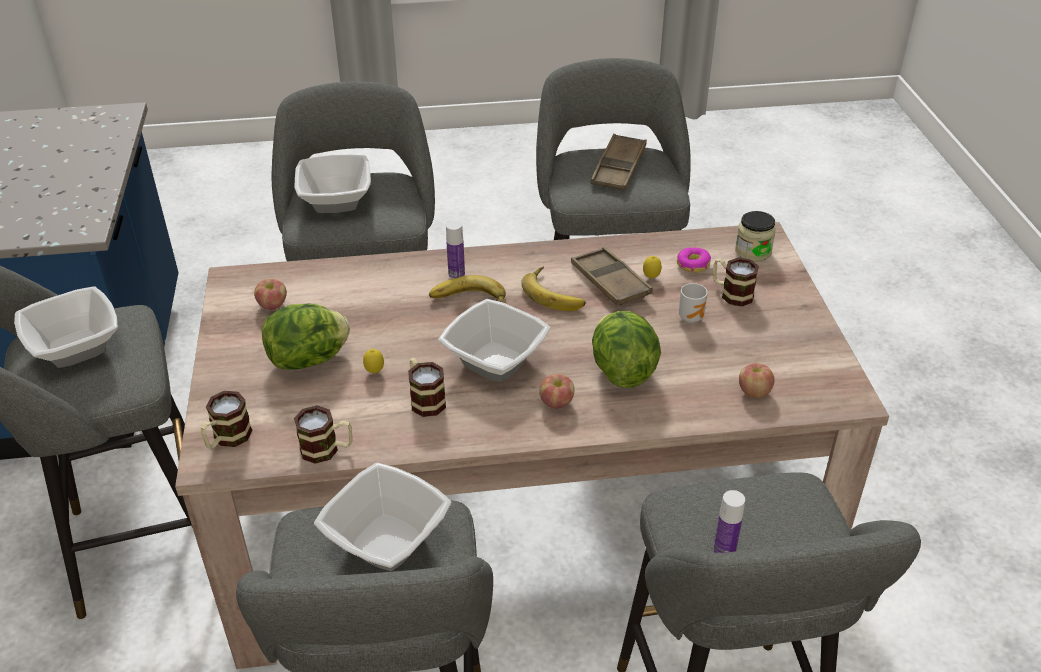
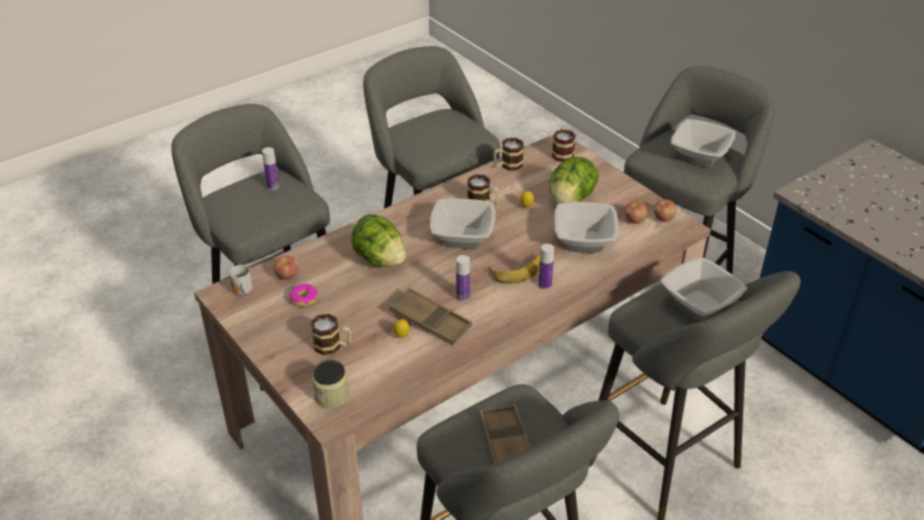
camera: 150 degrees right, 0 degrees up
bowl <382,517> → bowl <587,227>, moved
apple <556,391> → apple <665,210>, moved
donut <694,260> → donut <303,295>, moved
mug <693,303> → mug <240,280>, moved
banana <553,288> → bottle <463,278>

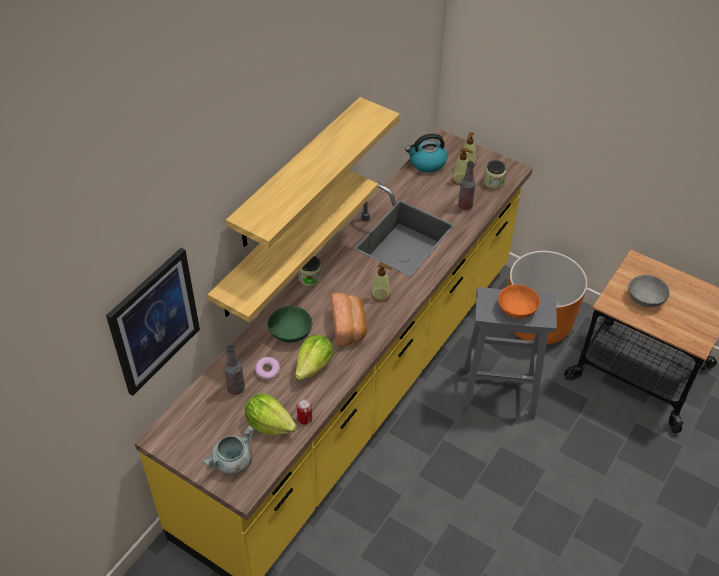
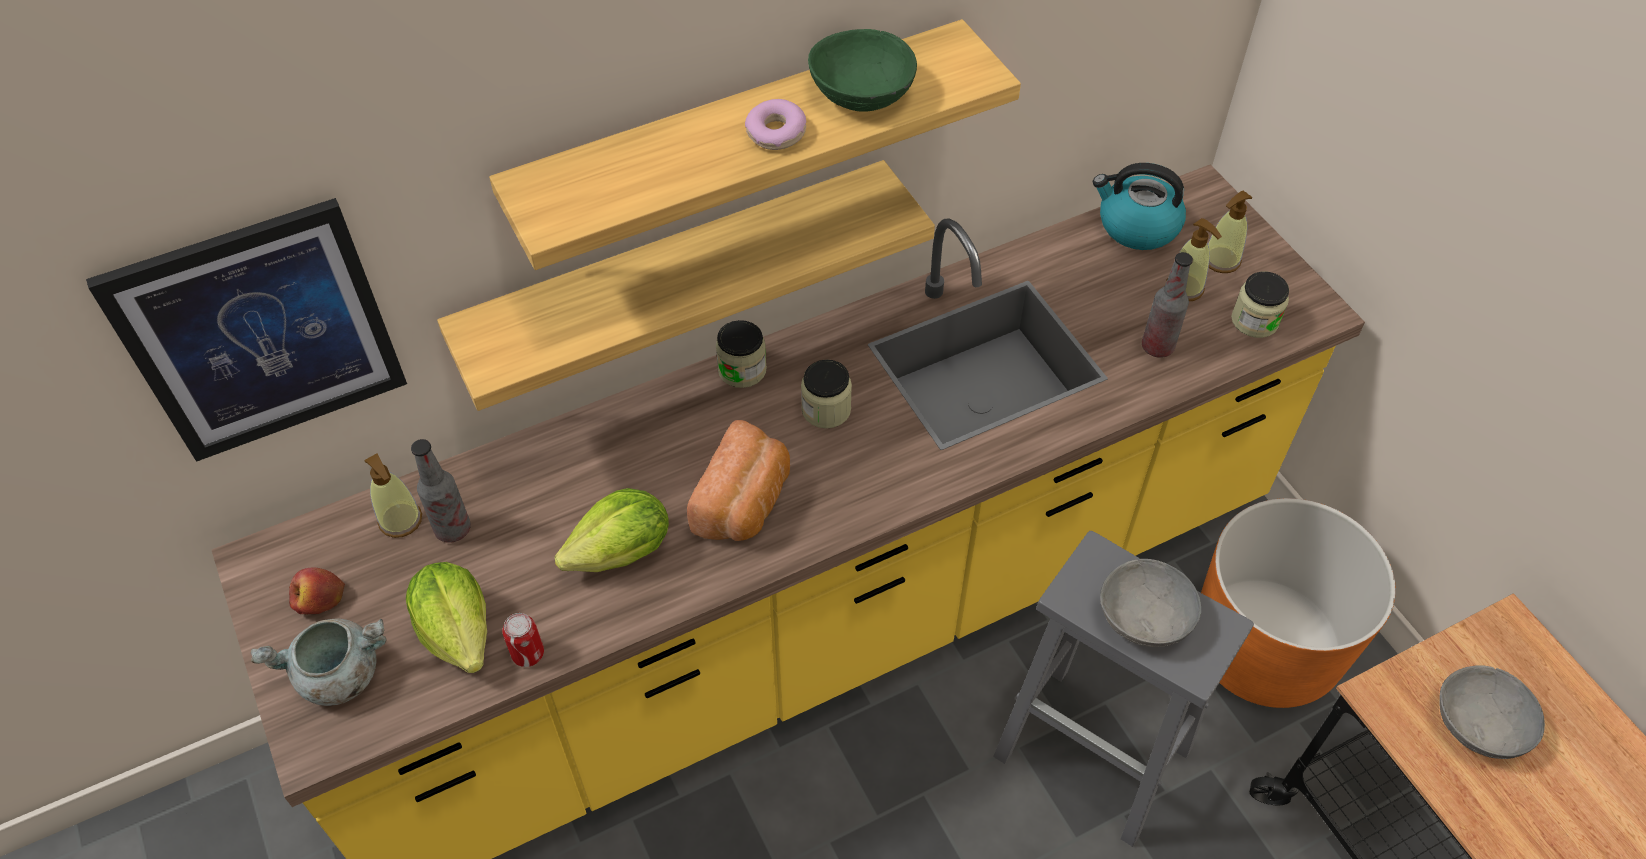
camera: 30 degrees right, 5 degrees up
- → apple <317,591>
- → jar <826,394>
donut <267,368> → donut <775,124>, moved
green bowl <290,324> → green bowl <862,70>, moved
soap dispenser <381,282> → soap dispenser <393,495>, moved
orange bowl <519,301> → grey bowl <1150,603>

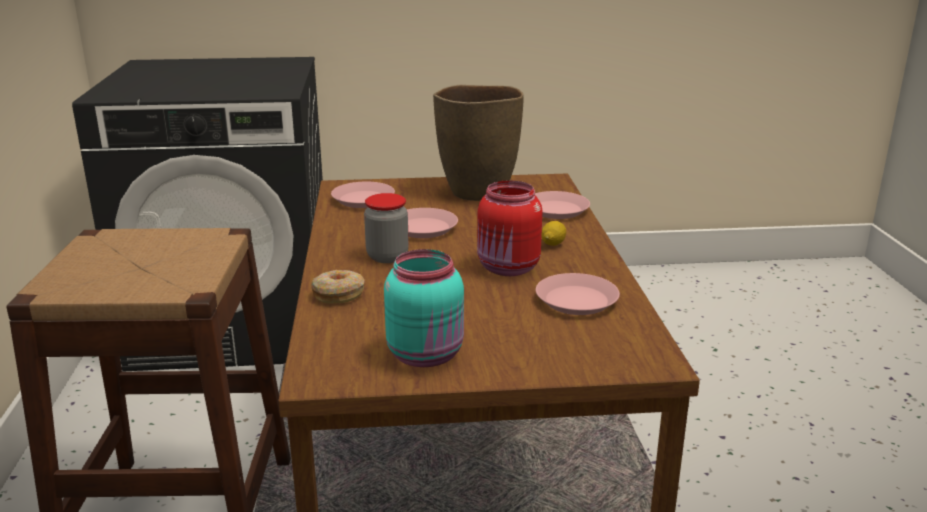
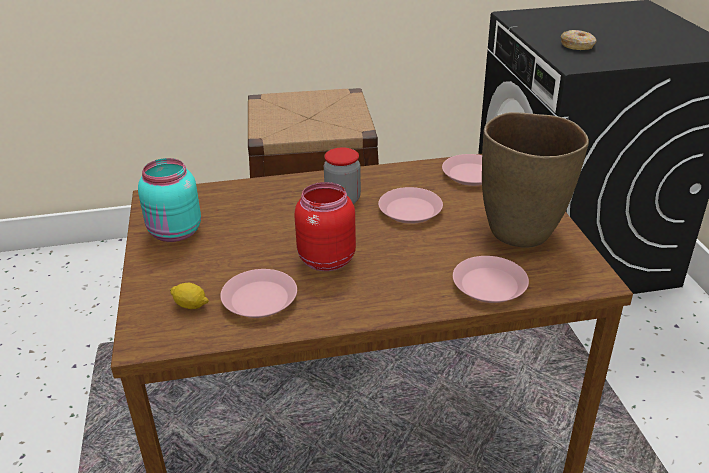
camera: 85 degrees right, 10 degrees up
donut <338,286> → donut <579,40>, moved
lemon <554,233> → lemon <189,295>, moved

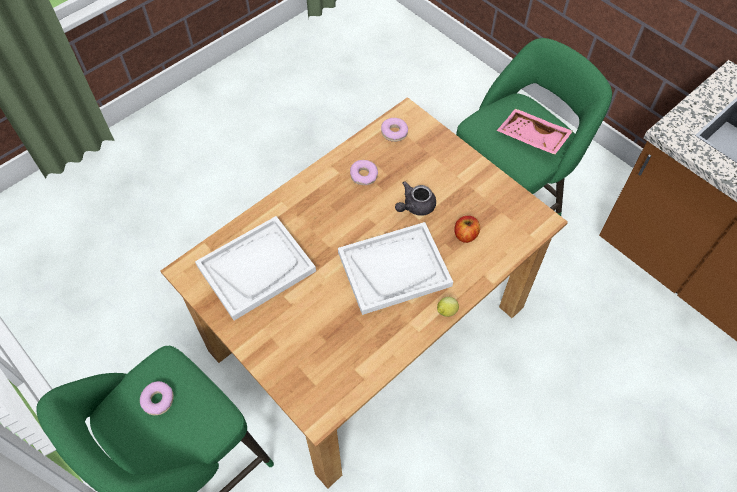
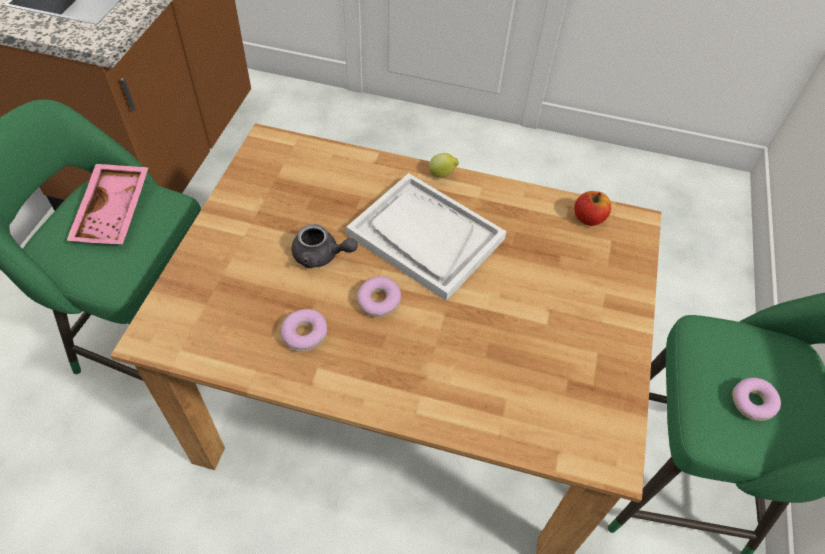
camera: 125 degrees left, 5 degrees down
white tray <255,268> → -
donut <394,130> → donut <379,296>, moved
apple <467,229> → apple <592,208>, moved

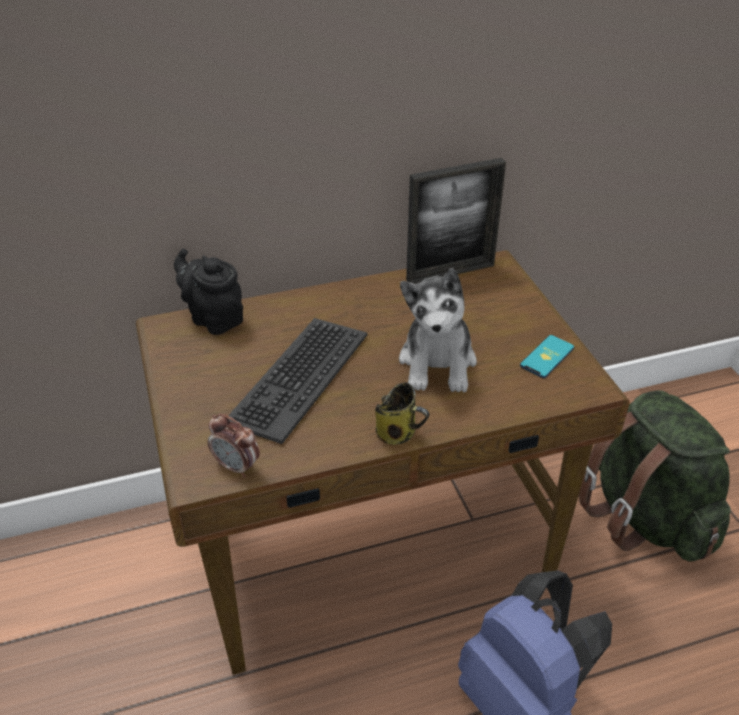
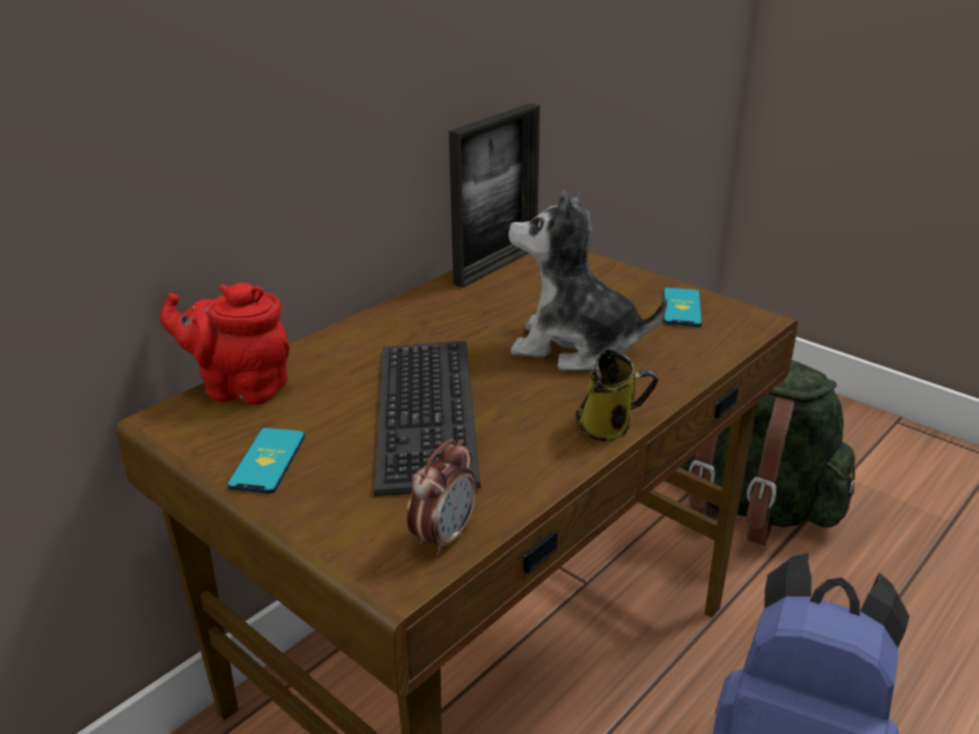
camera: 30 degrees left, 10 degrees down
- → phone <266,461>
black teapot <208,292> → red teapot <225,344>
alarm clock <234,446> → alarm clock <441,497>, 60 degrees counterclockwise
plush toy <438,330> → plush toy <588,281>, 135 degrees clockwise

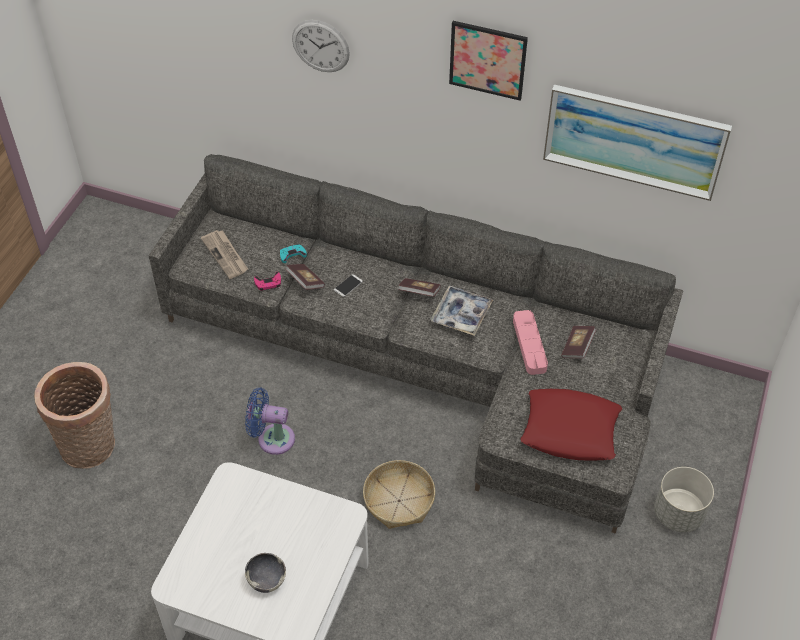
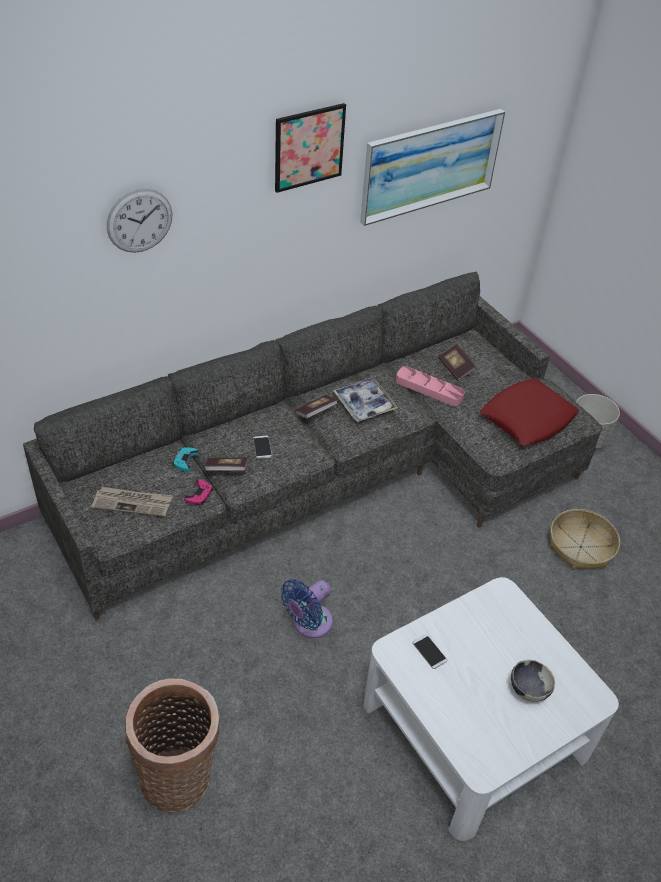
camera: 55 degrees left, 5 degrees down
- → phone <430,652>
basket <399,494> → basket <585,539>, moved

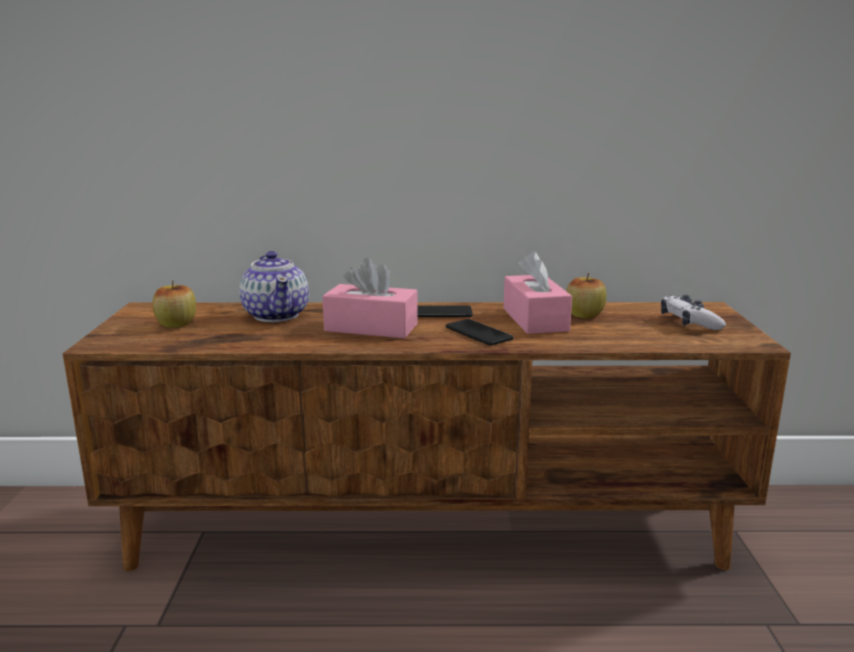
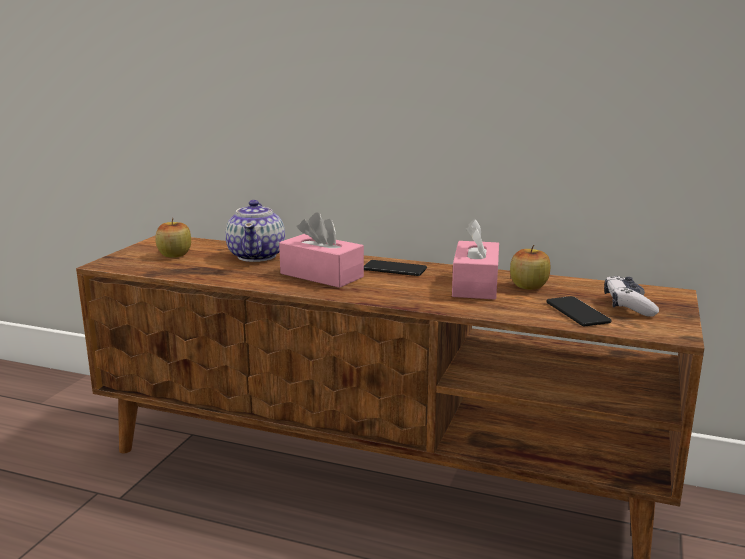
camera: 20 degrees right, 0 degrees up
phone <480,332> → phone <579,311>, moved

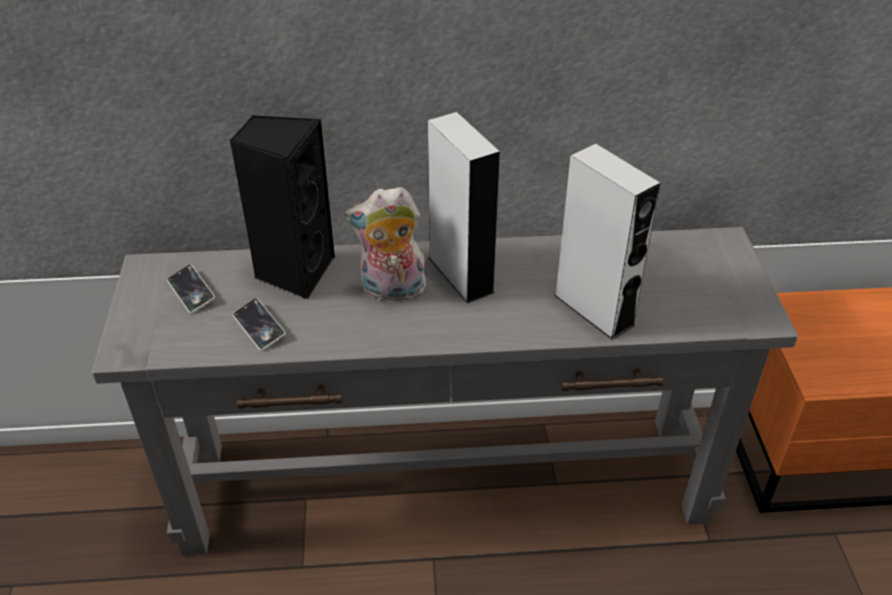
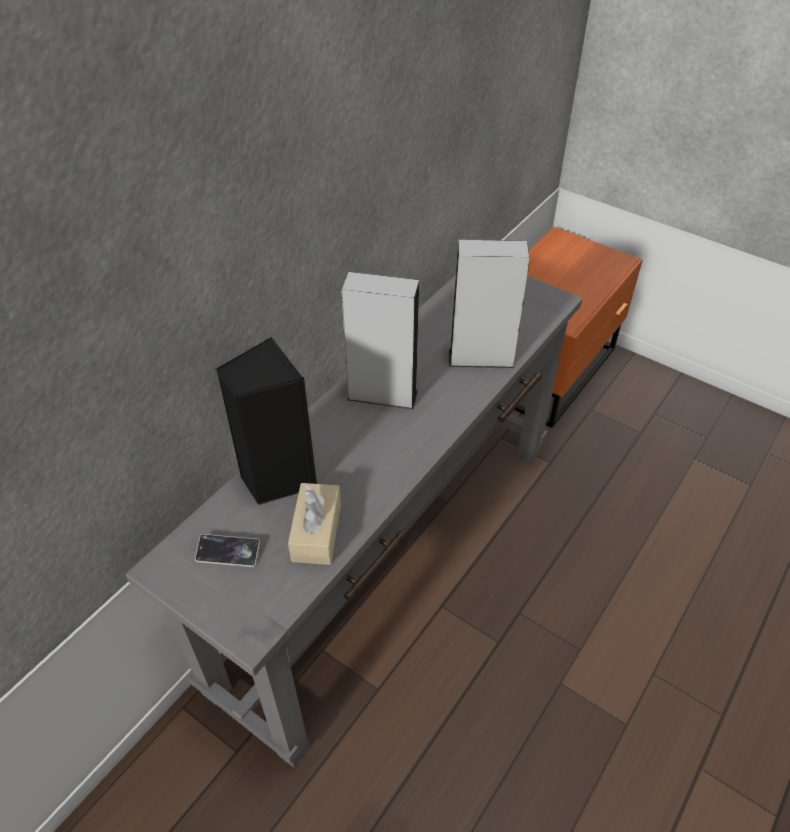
camera: 50 degrees left, 5 degrees up
plush toy <385,244> → -
phone <259,324> → beige tissue box <314,524>

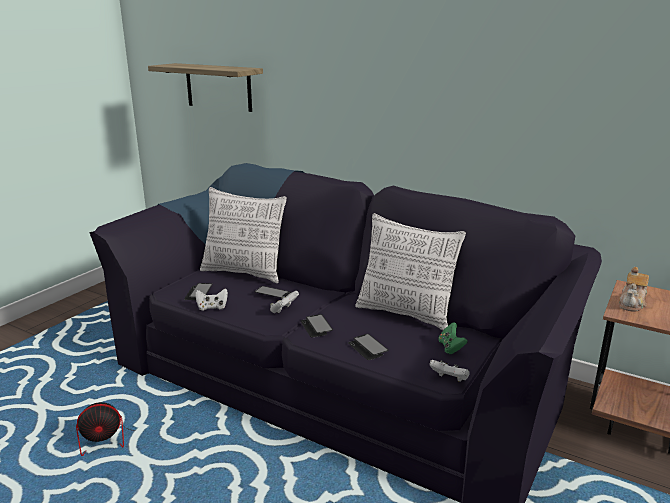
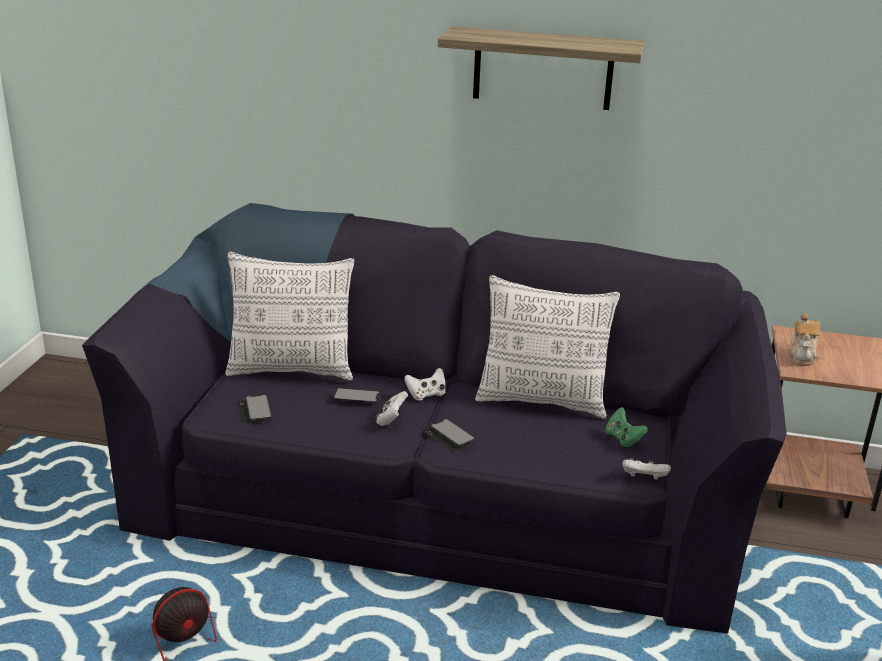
camera: 20 degrees left, 5 degrees up
phone <368,347> → -
shelf <205,87> → shelf <541,68>, moved
white game controller <211,299> → white game controller <424,384>, moved

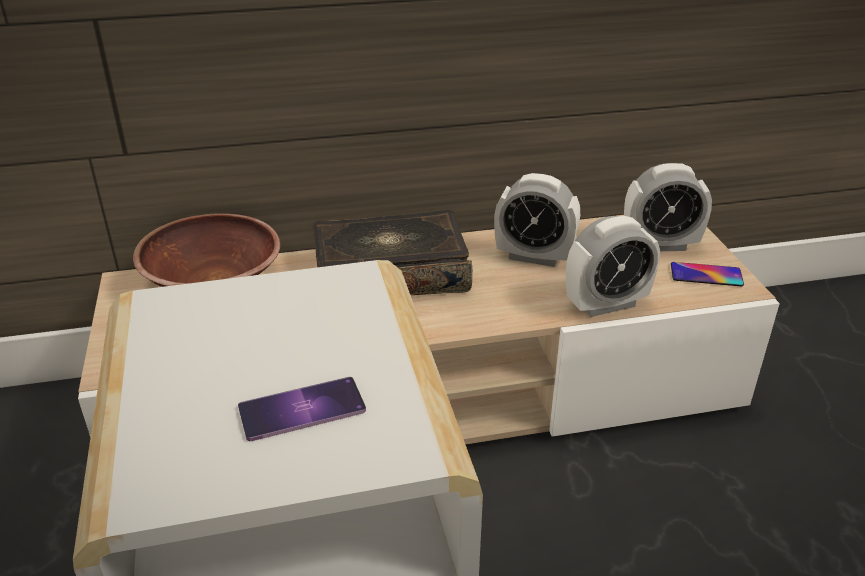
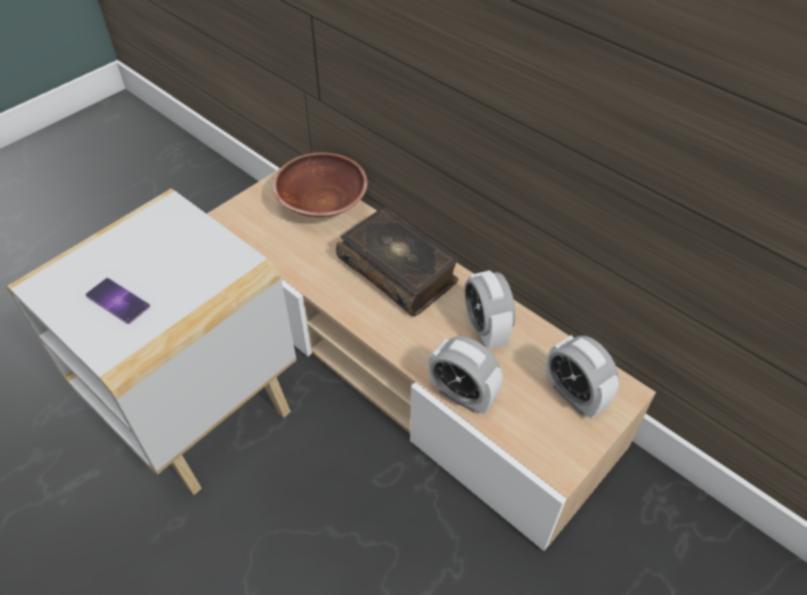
camera: 55 degrees right, 15 degrees up
phone <707,274> → -

